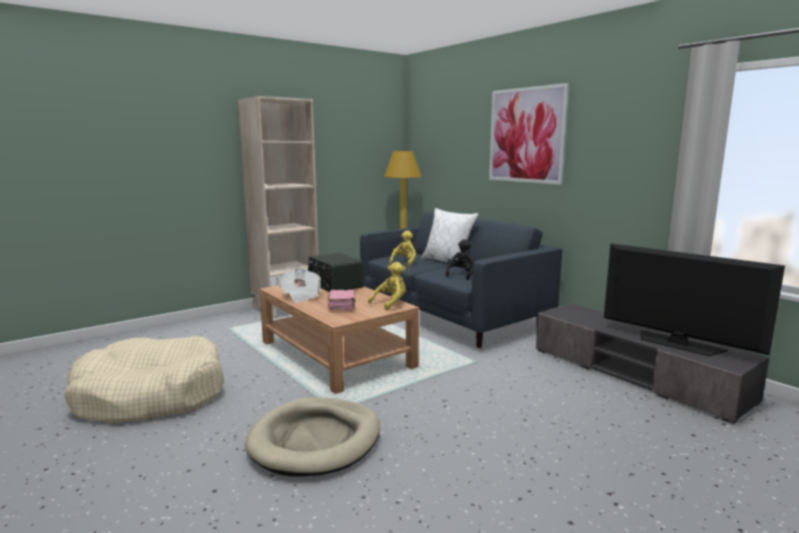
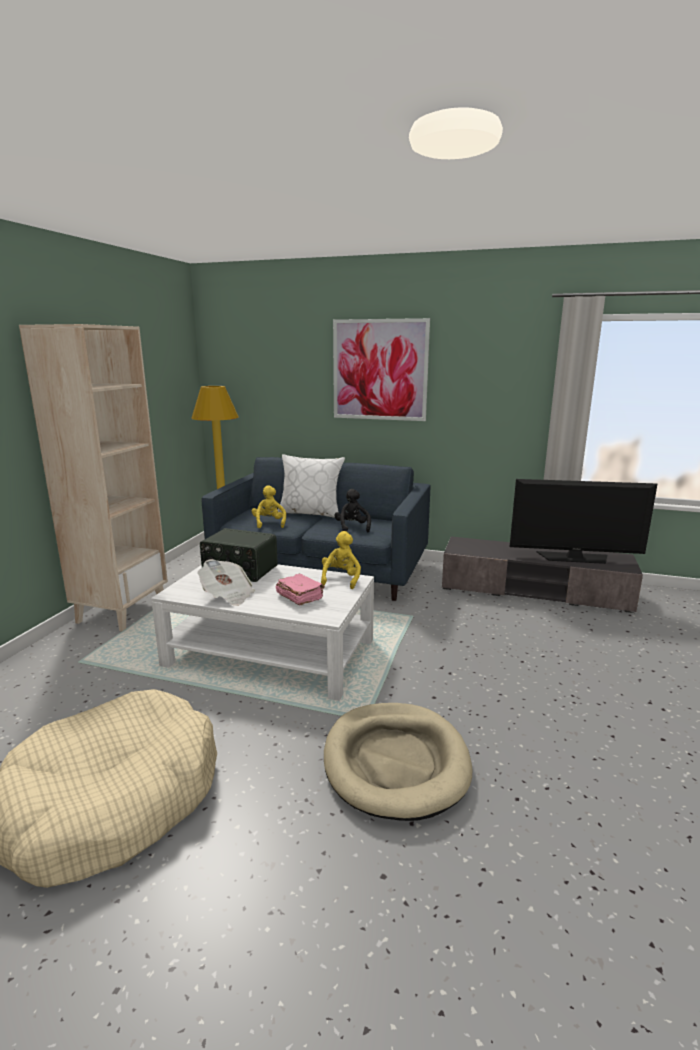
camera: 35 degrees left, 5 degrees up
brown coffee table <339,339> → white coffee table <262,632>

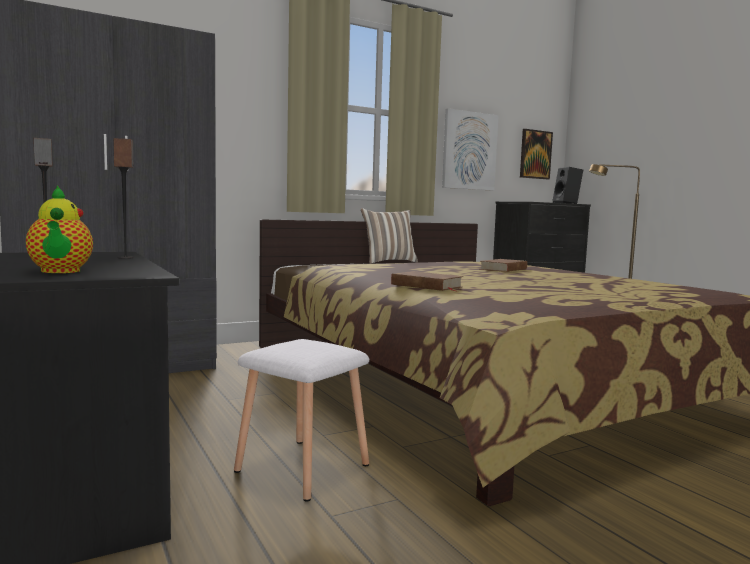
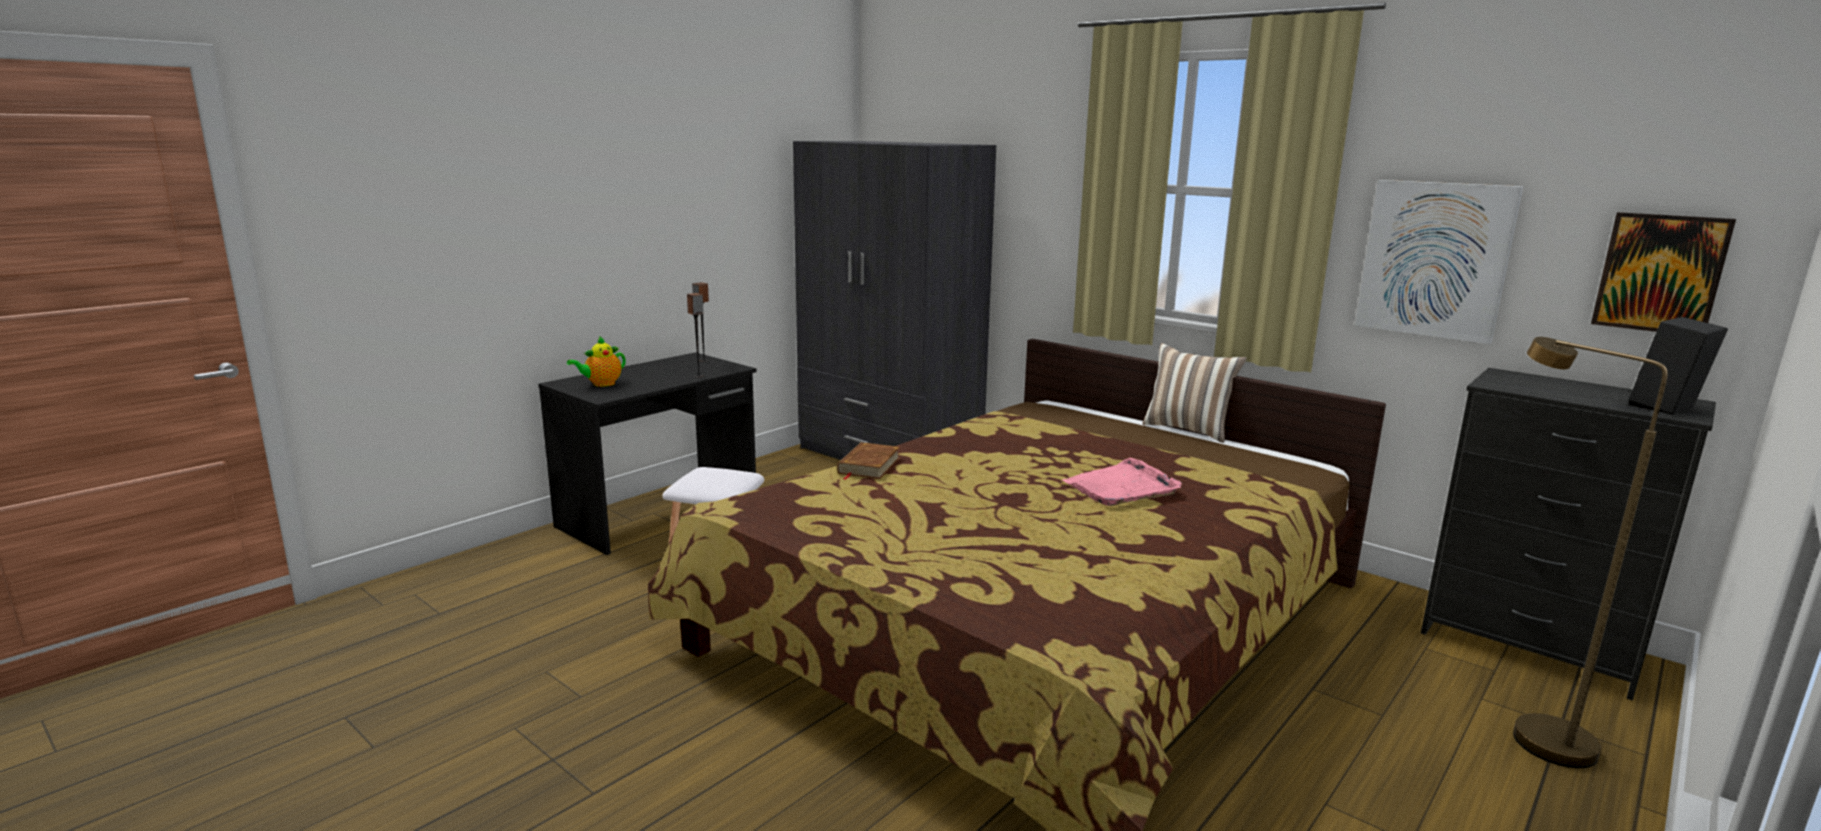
camera: 70 degrees right, 10 degrees up
brown book <504,265> → pink tray <1122,482>

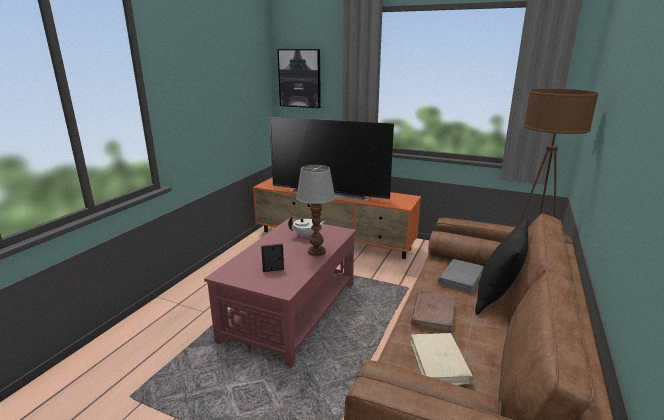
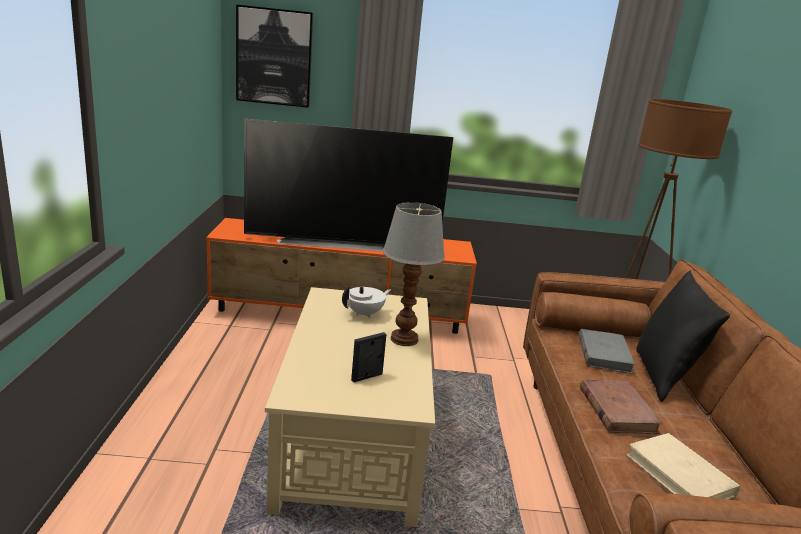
camera: 25 degrees left, 0 degrees up
red coffee table <280,292> → beige coffee table <350,407>

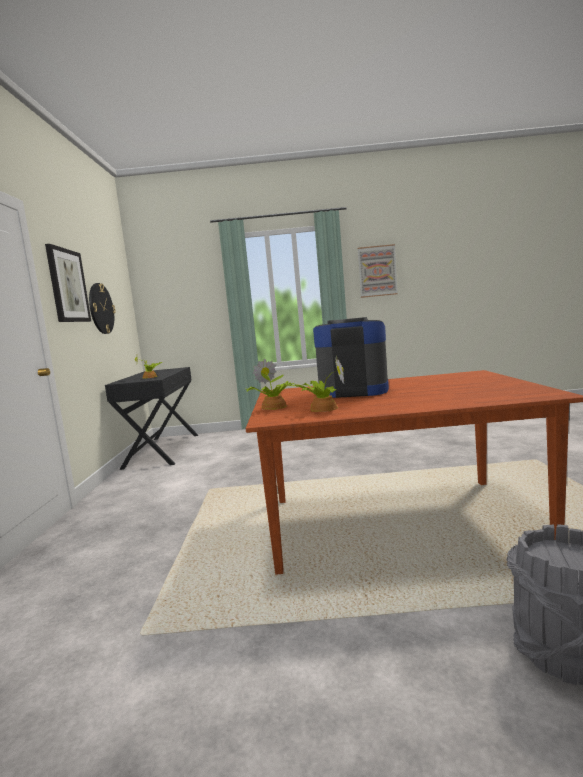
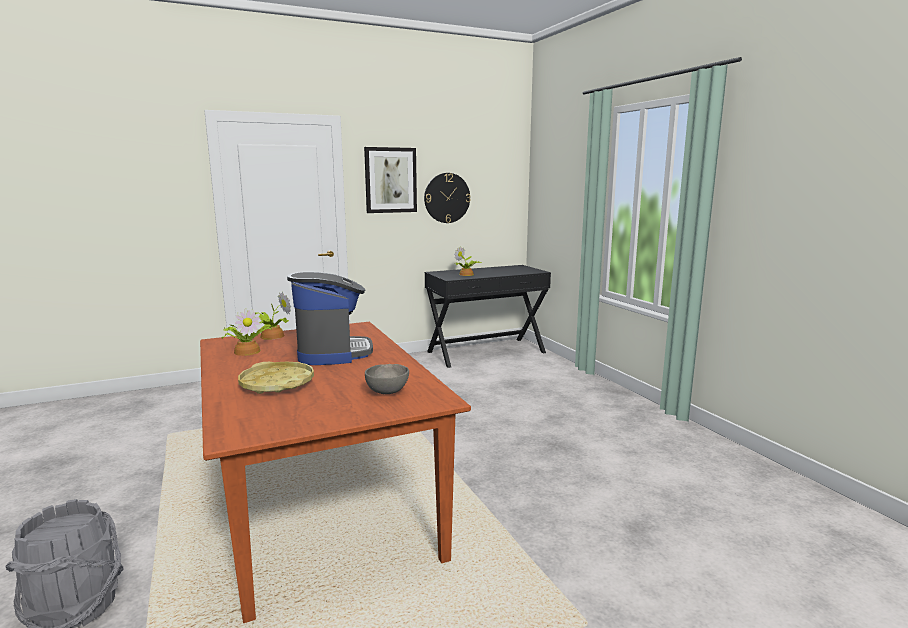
camera: 65 degrees right, 5 degrees up
picture <378,271> → -
- → yellow tray <276,378>
- → grey bowl <387,379>

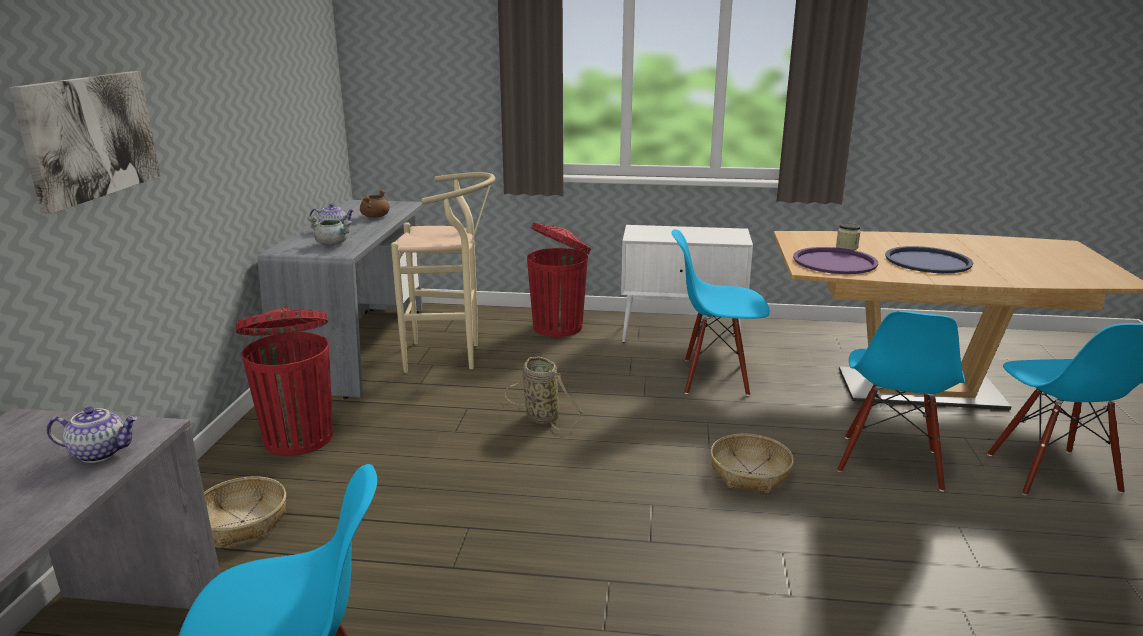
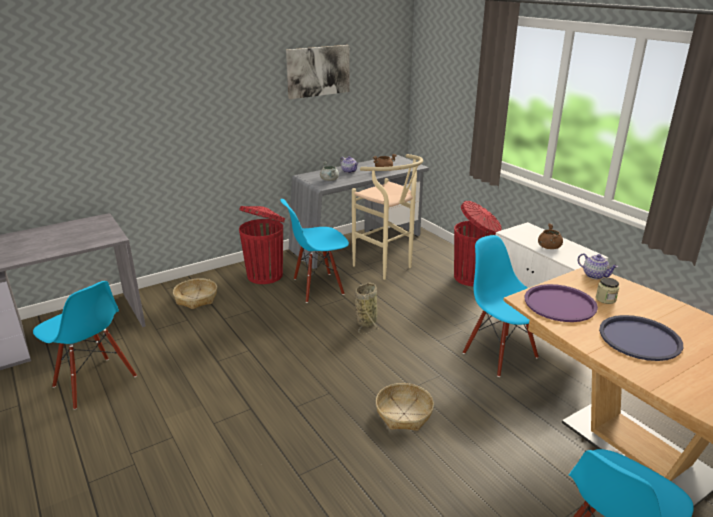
camera: 50 degrees right, 5 degrees up
- → brown cooking pot <550,236>
picture <84,142> → picture <318,72>, moved
teapot <92,435> → teapot <598,266>, moved
blue chair <901,401> → blue chair <314,251>, moved

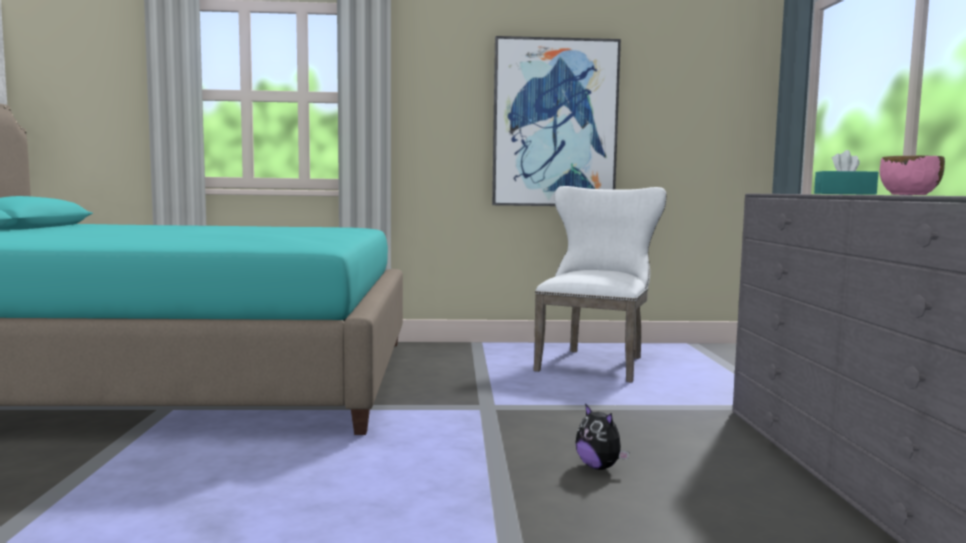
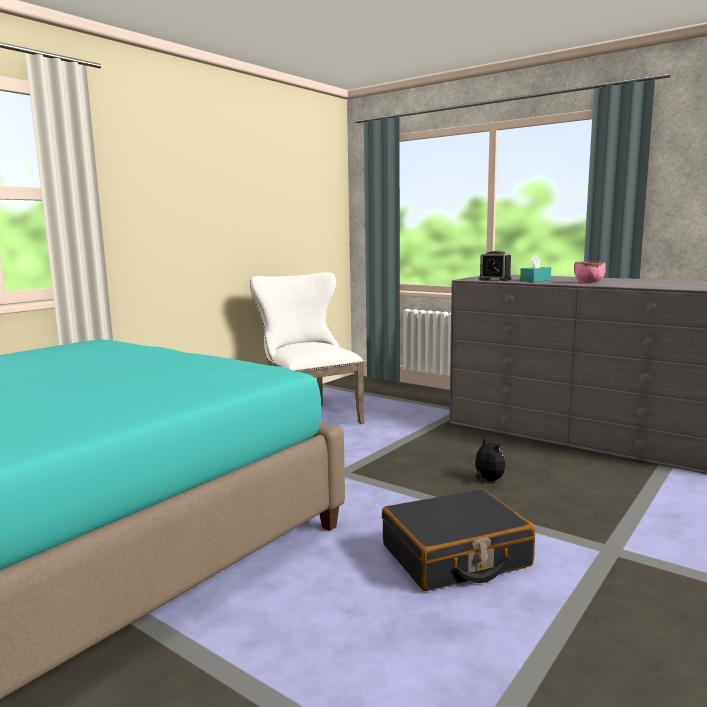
camera: 50 degrees left, 5 degrees up
picture <556,121> → -
- → black suitcase <458,540>
- → alarm clock <495,266>
plush toy <602,437> → plush toy <488,459>, 120 degrees counterclockwise

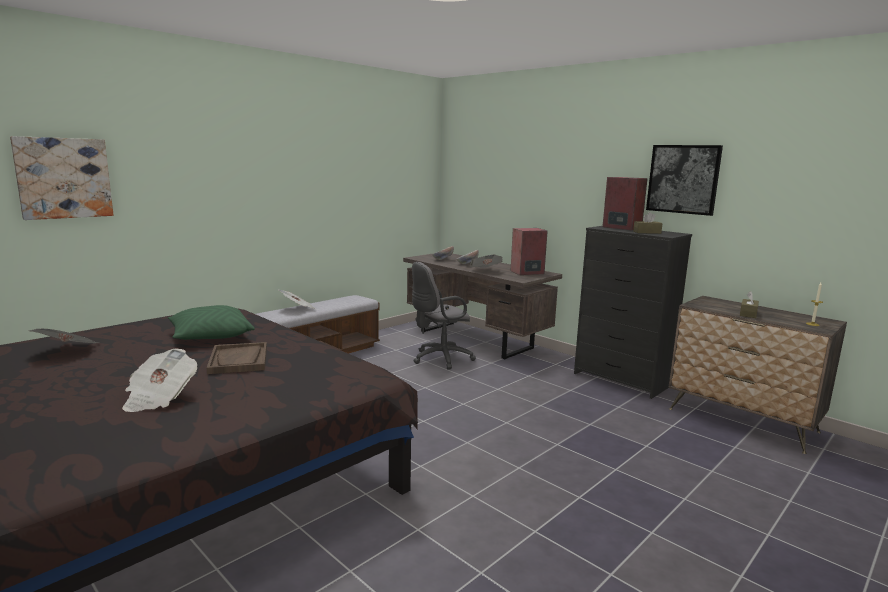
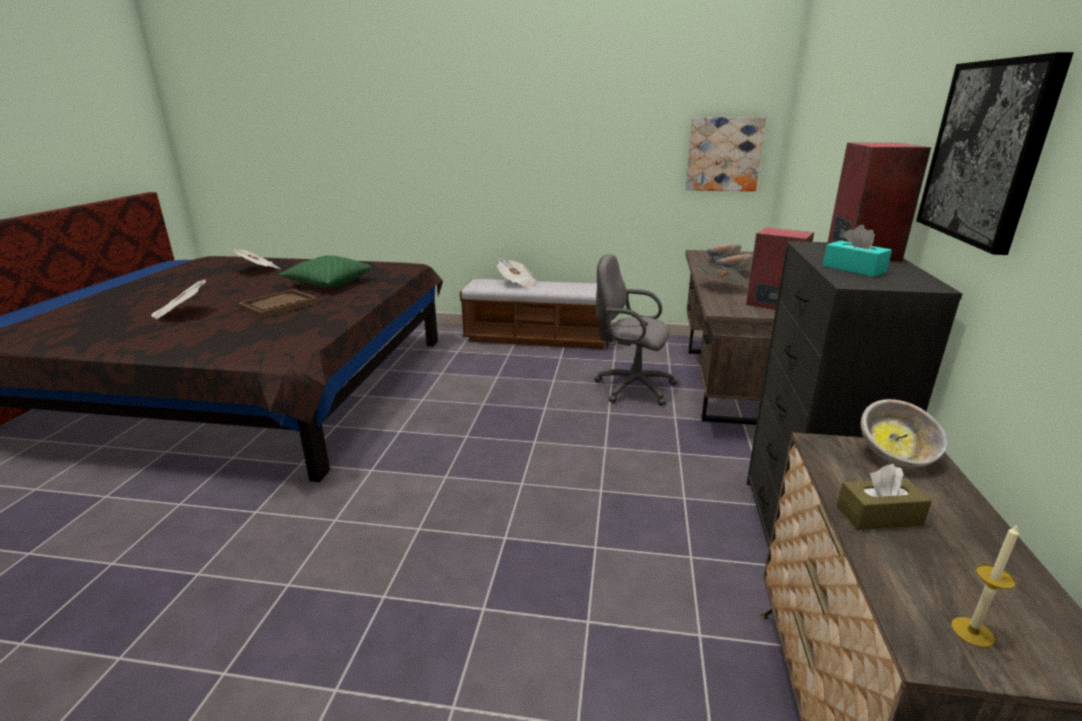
camera: 55 degrees right, 10 degrees up
- → bowl <904,433>
picture <61,178> → picture <726,154>, moved
brown tissue box <648,223> → turquoise tissue box <857,251>

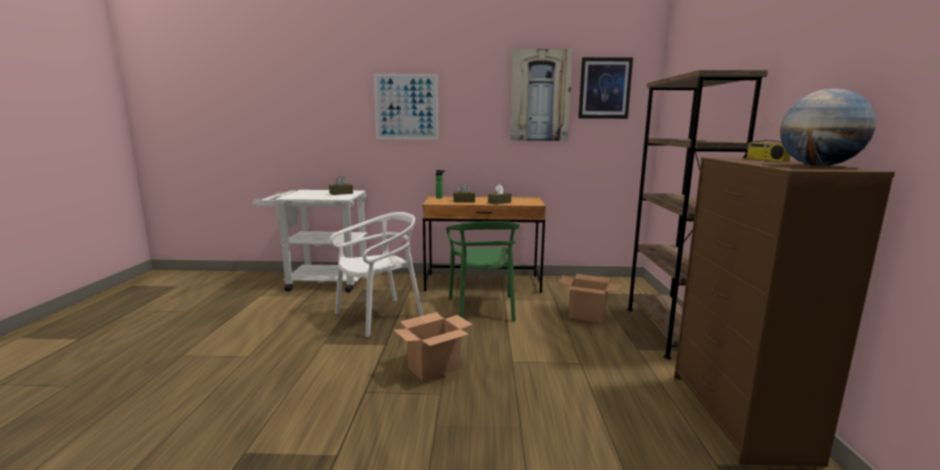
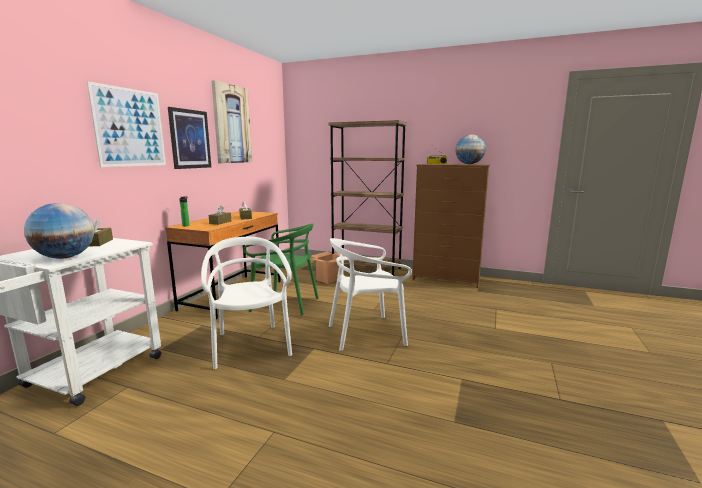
camera: 70 degrees left, 0 degrees up
- → globe <59,231>
picture <605,88> → picture <189,138>, moved
cardboard box <433,346> → white chair <370,294>

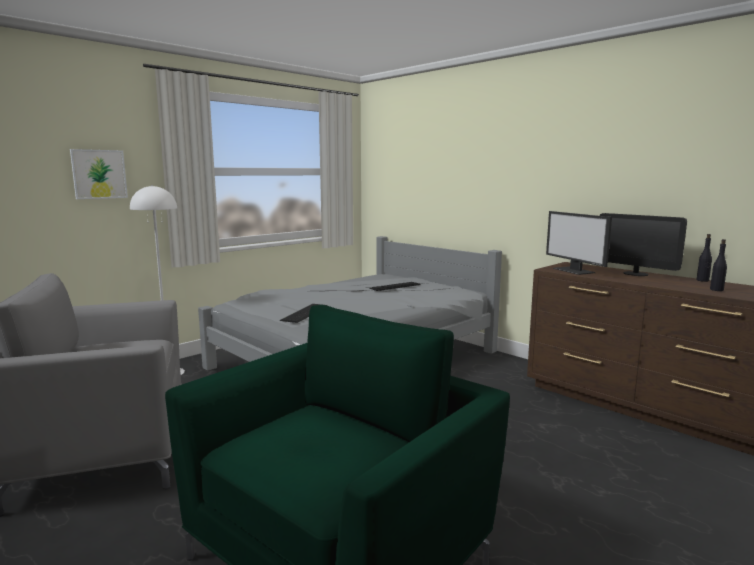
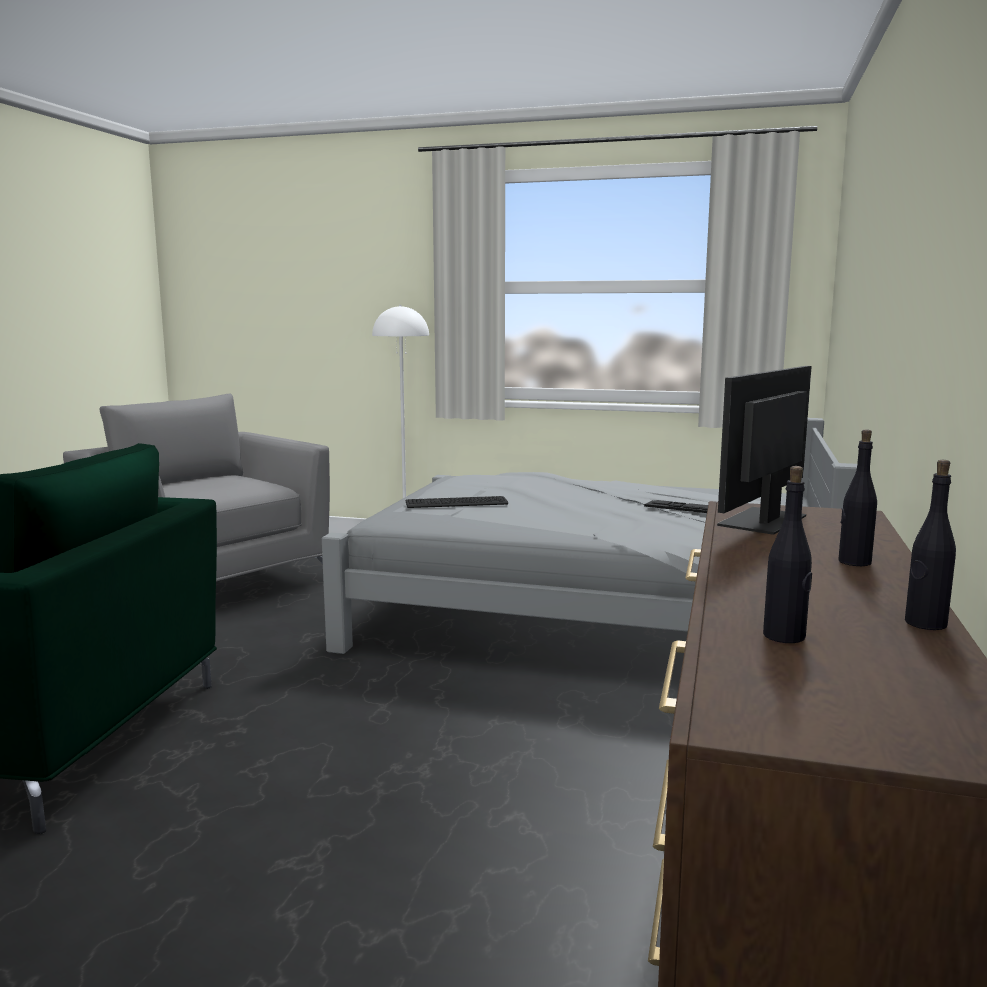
camera: 60 degrees right, 0 degrees up
picture <99,174> → -
monitor <643,244> → black bottle <857,498>

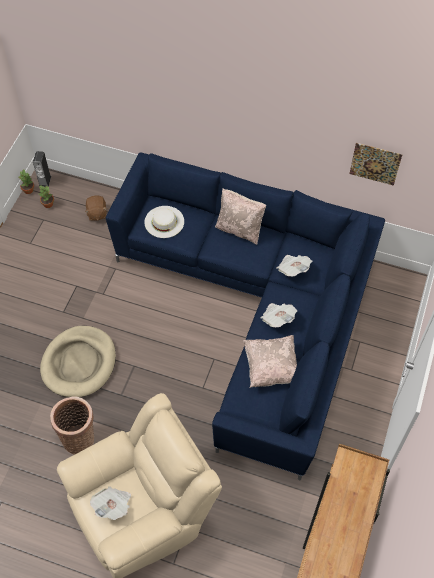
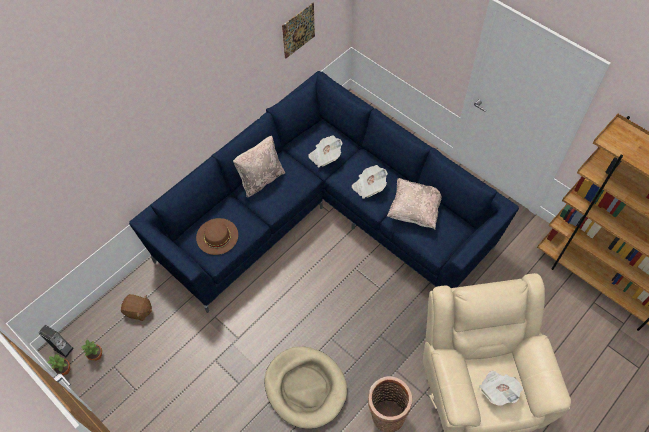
camera: 65 degrees left, 0 degrees up
white hat <164,222> → brown hat <217,236>

